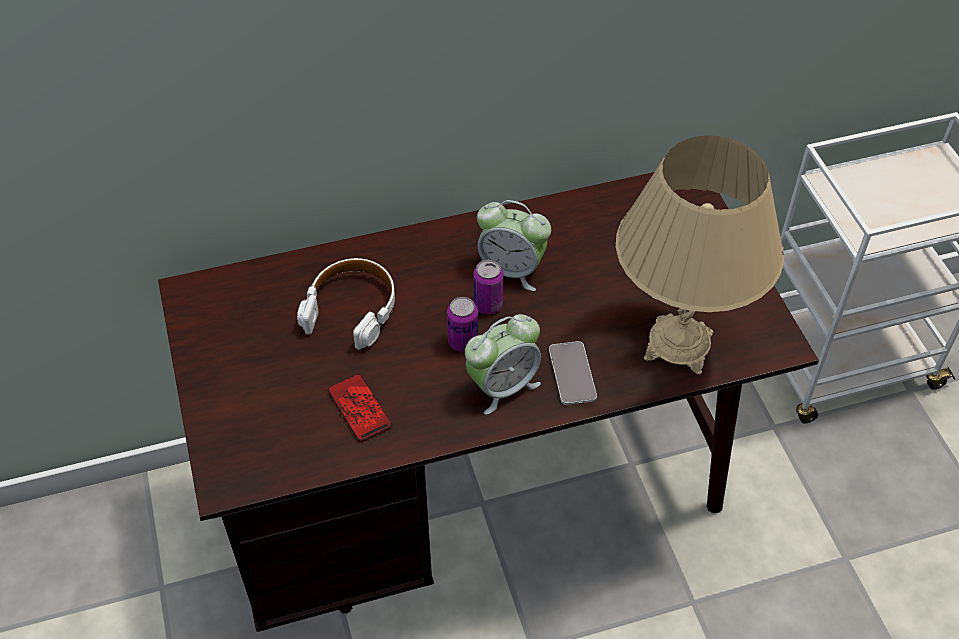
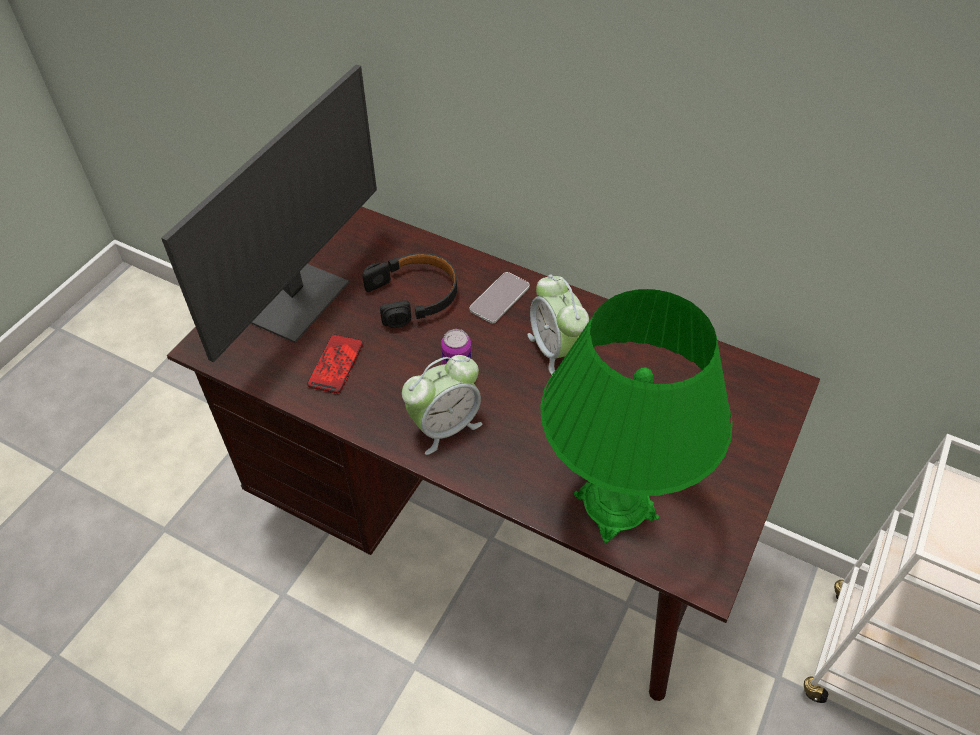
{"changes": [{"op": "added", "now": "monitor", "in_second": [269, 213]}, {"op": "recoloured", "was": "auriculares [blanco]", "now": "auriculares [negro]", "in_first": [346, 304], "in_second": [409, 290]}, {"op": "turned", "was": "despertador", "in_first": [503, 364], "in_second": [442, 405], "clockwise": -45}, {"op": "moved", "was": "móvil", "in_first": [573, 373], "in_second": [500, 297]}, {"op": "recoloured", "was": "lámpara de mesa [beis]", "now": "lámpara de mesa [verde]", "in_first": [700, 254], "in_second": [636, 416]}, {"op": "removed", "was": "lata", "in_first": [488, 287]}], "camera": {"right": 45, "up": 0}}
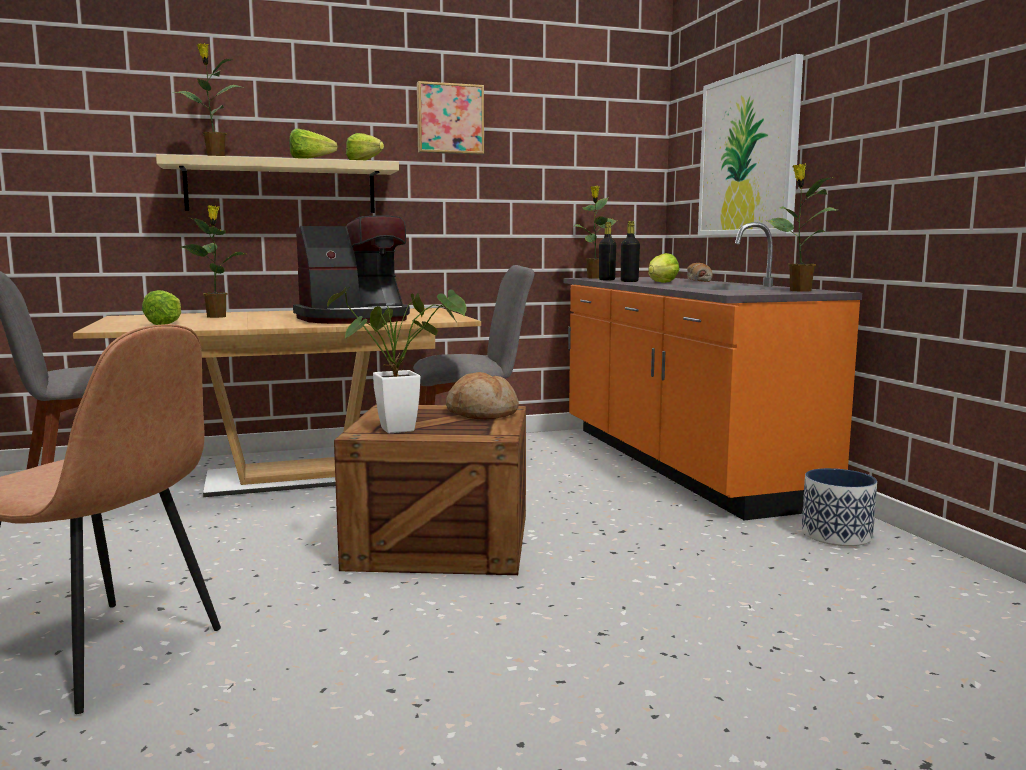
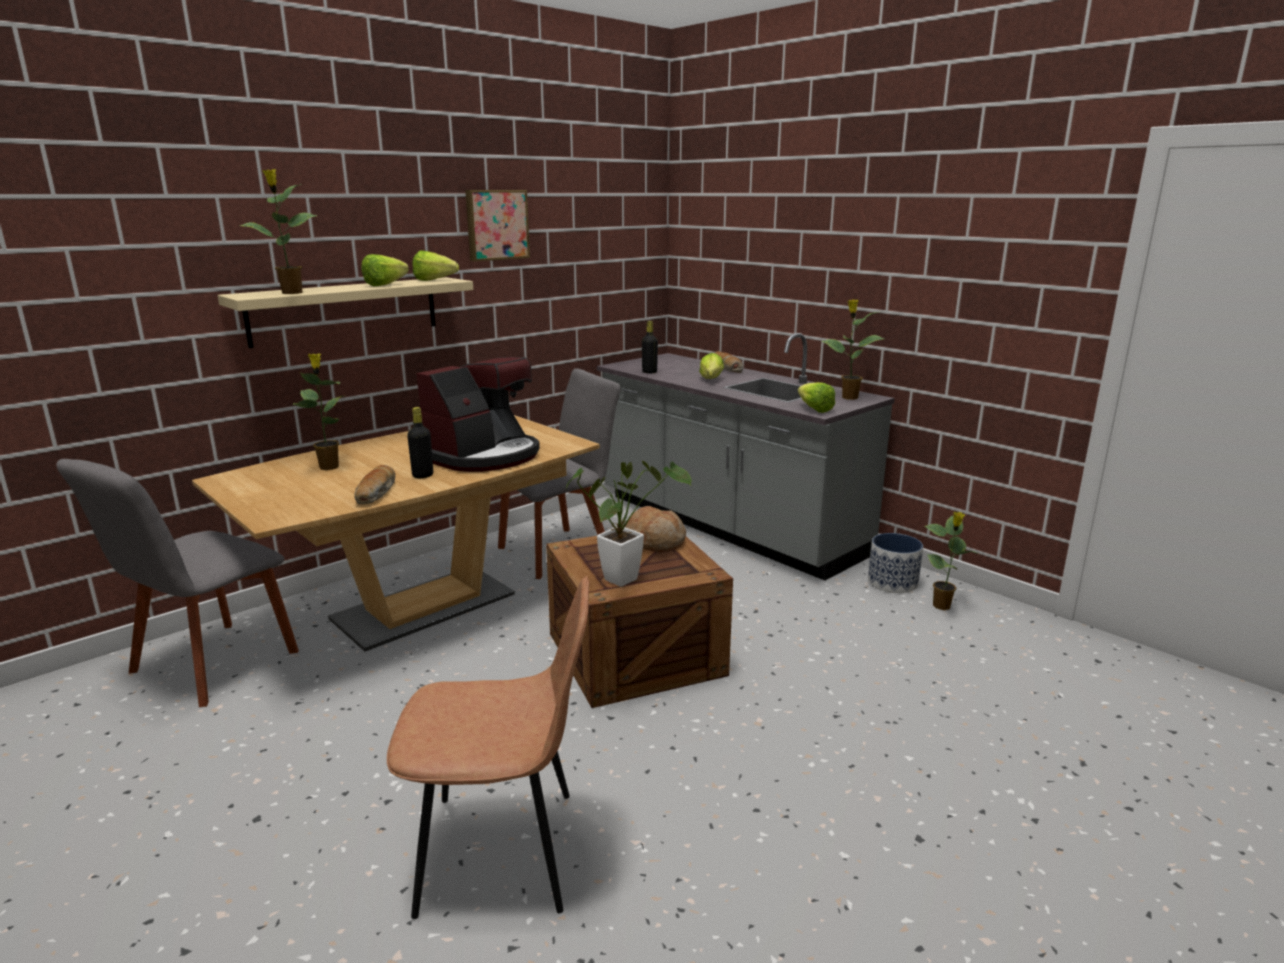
{"changes": [{"op": "added", "now": "pan", "in_second": [374, 484]}, {"op": "moved", "was": "botella [negro]", "in_first": [630, 251], "in_second": [420, 442]}, {"op": "recoloured", "was": "mueble bajo de cocina [naranja]", "now": "mueble bajo de cocina [gris]", "in_first": [712, 371], "in_second": [746, 457]}, {"op": "moved", "was": "lechuga", "in_first": [161, 307], "in_second": [816, 397]}, {"op": "moved", "was": "planta en maceta", "in_first": [595, 232], "in_second": [951, 561]}, {"op": "removed", "was": "cuadro", "in_first": [750, 144]}], "camera": {"right": -25, "up": 10}}
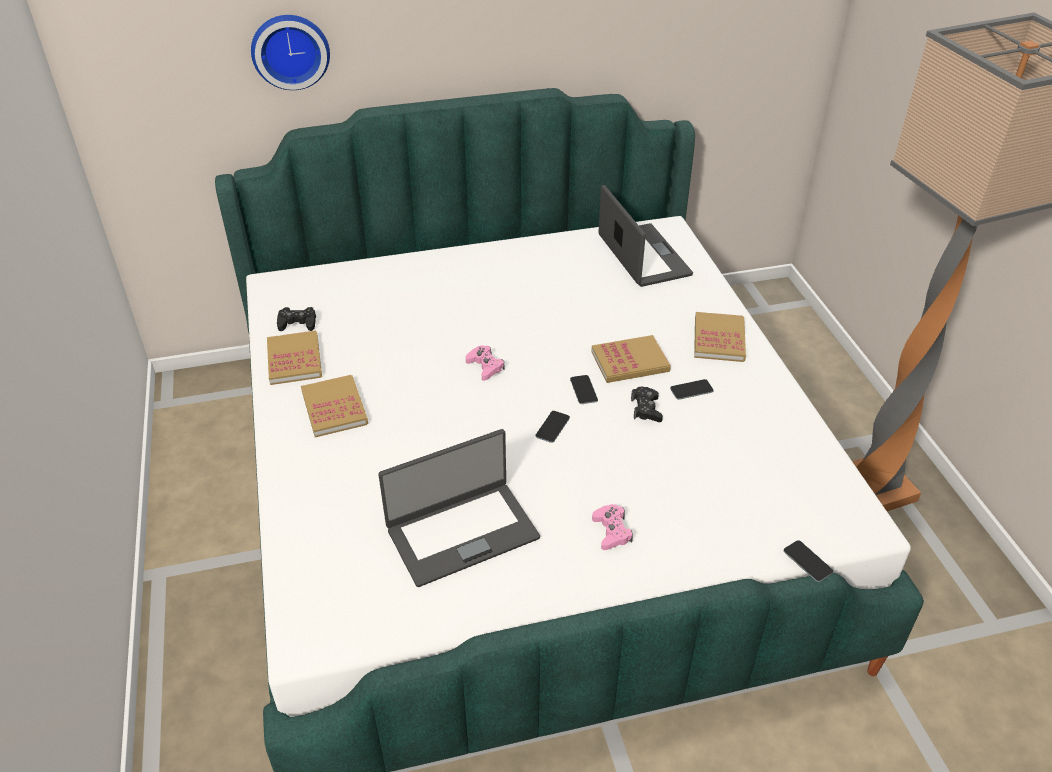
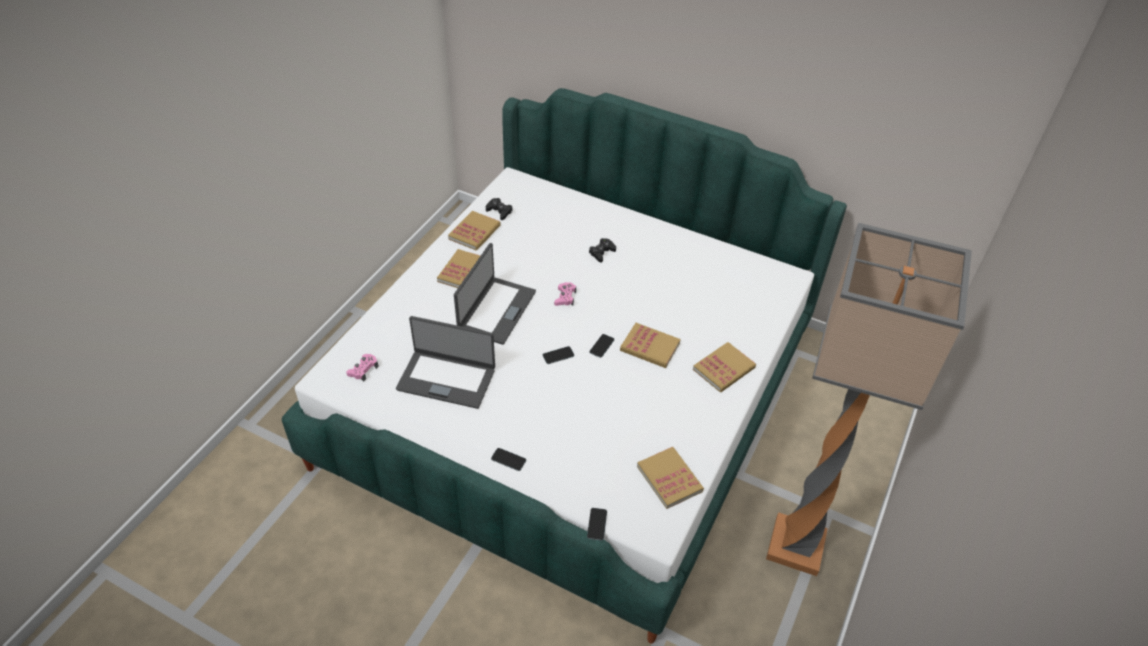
{"changes": [{"op": "moved", "was": "mando de consola [rosa]", "in_first": [612, 527], "in_second": [362, 367]}, {"op": "moved", "was": "portátil", "in_first": [645, 236], "in_second": [495, 294]}, {"op": "moved", "was": "móvil", "in_first": [692, 389], "in_second": [508, 459]}, {"op": "moved", "was": "mando de consola [negro]", "in_first": [647, 404], "in_second": [602, 250]}, {"op": "added", "now": "libro", "in_second": [670, 478]}, {"op": "removed", "was": "reloj de pared", "in_first": [290, 52]}], "camera": {"right": 40, "up": 5}}
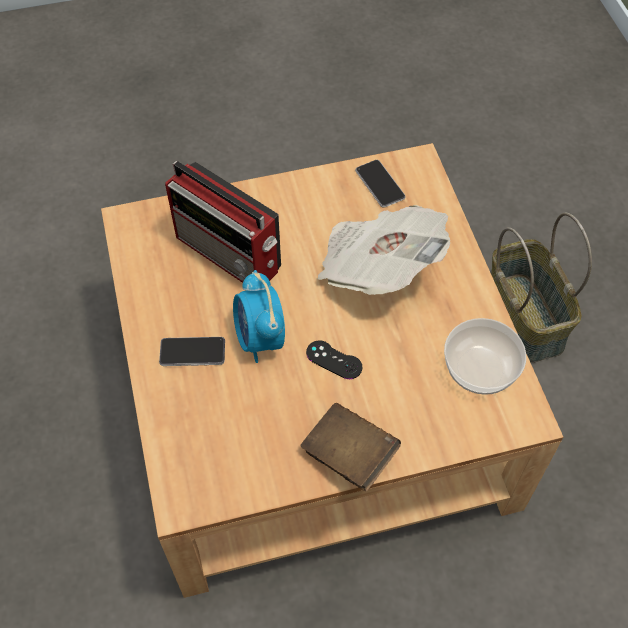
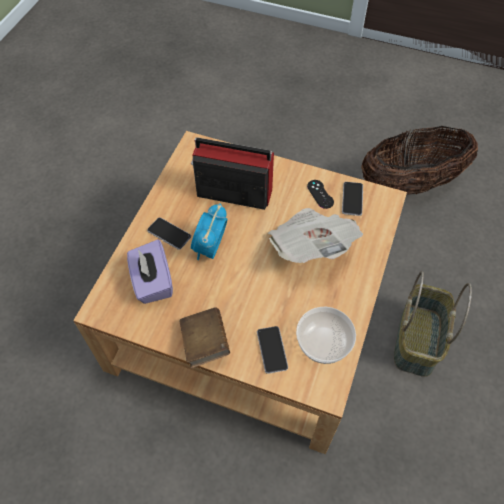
{"changes": [{"op": "added", "now": "caja de pañuelos [morado]", "in_second": [150, 272]}, {"op": "turned", "was": "radio", "in_first": [223, 222], "in_second": [232, 173], "clockwise": 120}, {"op": "added", "now": "móvil", "in_second": [272, 350]}, {"op": "moved", "was": "mando de consola [negro]", "in_first": [334, 359], "in_second": [320, 194]}, {"op": "added", "now": "cesta", "in_second": [419, 160]}], "camera": {"right": 35, "up": 0}}
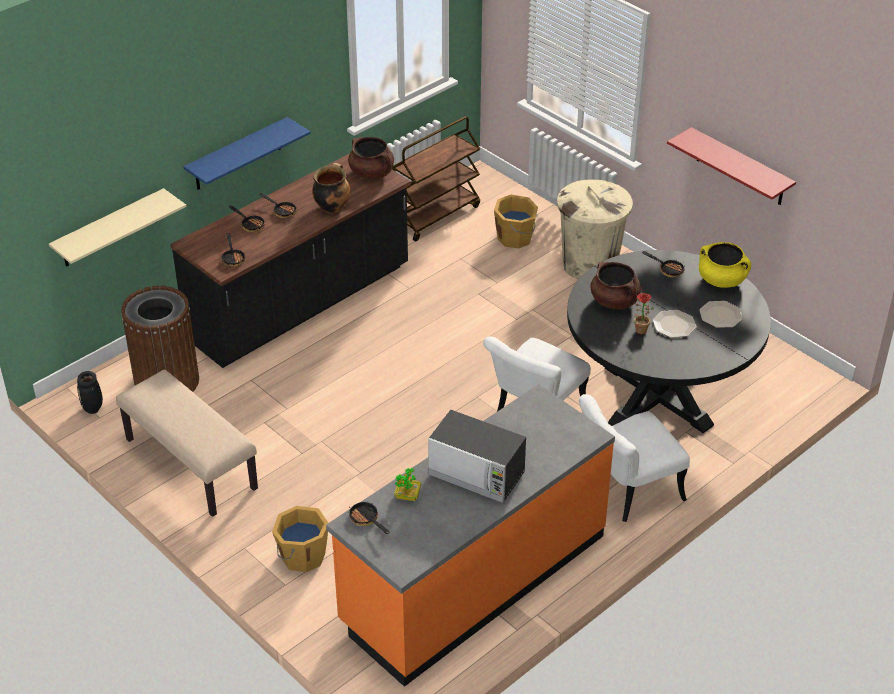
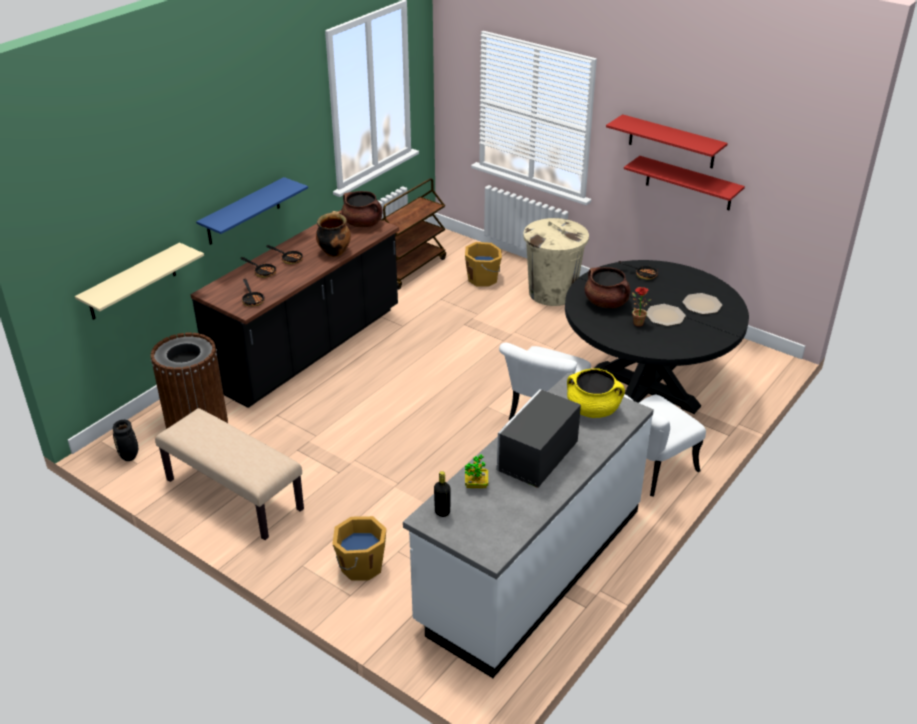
{"changes": [{"op": "recoloured", "was": "mueble bajo de cocina [naranja]", "now": "mueble bajo de cocina [blanco]", "in_first": [470, 535], "in_second": [528, 525]}, {"op": "replaced", "was": "sartén", "now": "botella [negro]", "in_first": [369, 518], "in_second": [442, 494]}, {"op": "turned", "was": "microondas", "in_first": [477, 456], "in_second": [538, 438], "clockwise": 105}, {"op": "moved", "was": "olla [amarillo]", "in_first": [725, 265], "in_second": [596, 393]}, {"op": "added", "now": "estante [rojo]", "in_second": [667, 141]}], "camera": {"right": -10, "up": -5}}
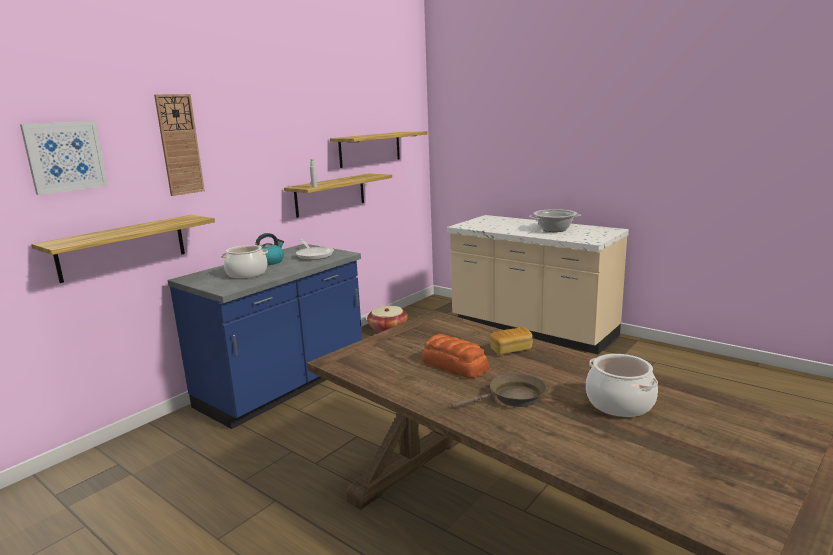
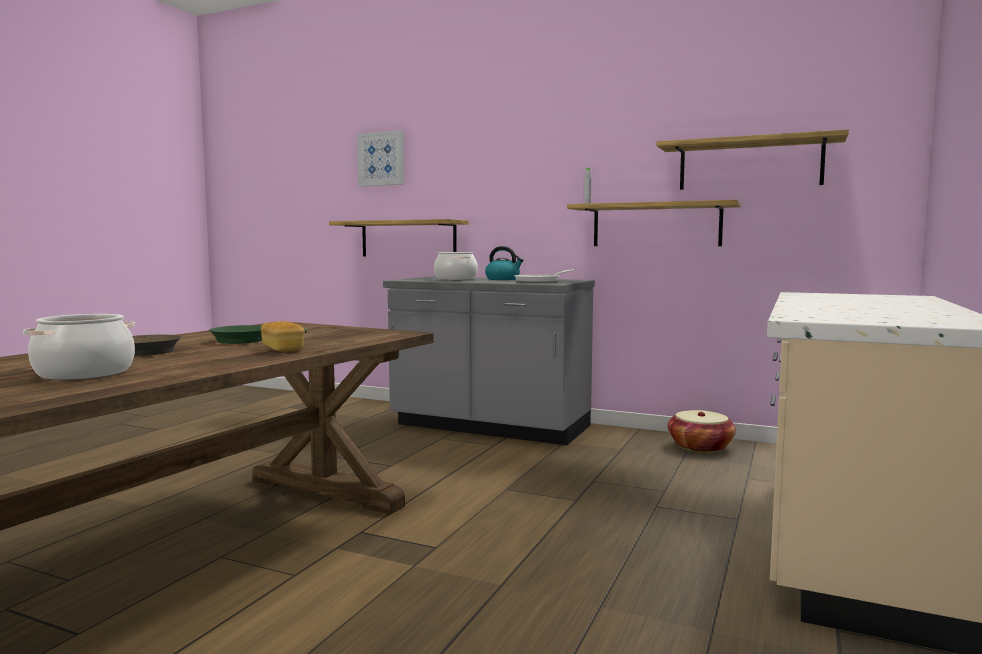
{"changes": [{"op": "replaced", "was": "pan", "now": "sartén [verde]", "in_first": [455, 356], "in_second": [258, 334]}, {"op": "recoloured", "was": "mueble bajo de cocina [azul]", "now": "mueble bajo de cocina [gris]", "in_first": [264, 336], "in_second": [489, 361]}, {"op": "removed", "was": "reloj de pared", "in_first": [179, 145]}, {"op": "removed", "was": "olla", "in_first": [555, 220]}], "camera": {"right": 75, "up": -10}}
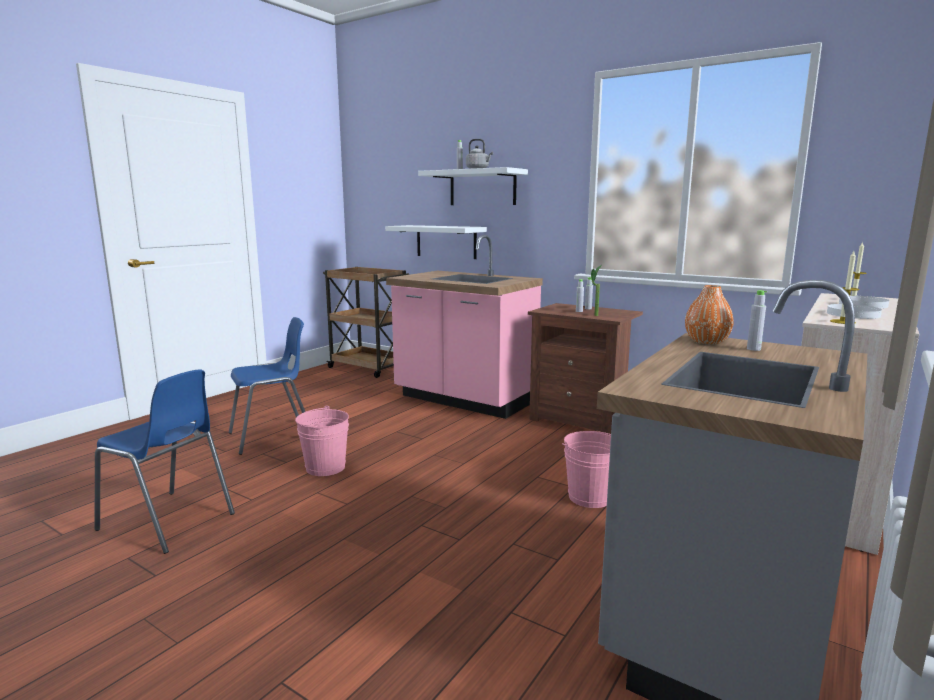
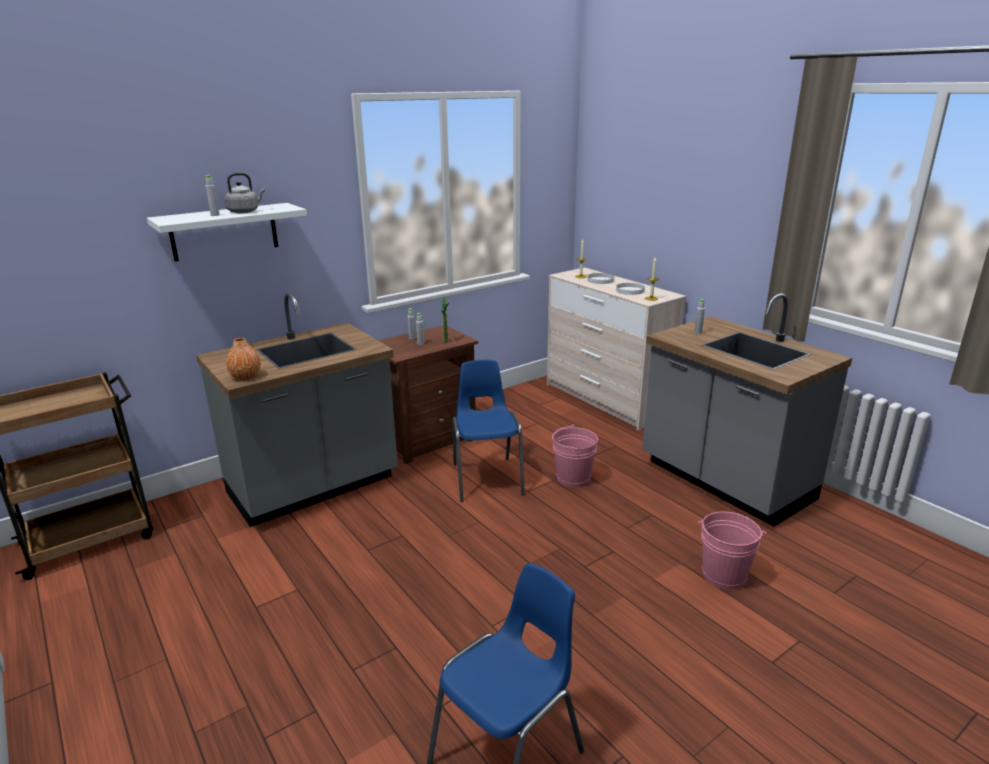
{"changes": [{"op": "recoloured", "was": "mueble bajo de cocina [rosa]", "now": "mueble bajo de cocina [gris]", "in_first": [464, 327], "in_second": [297, 410]}, {"op": "moved", "was": "florero [naranja]", "in_first": [709, 314], "in_second": [243, 359]}, {"op": "moved", "was": "silla [azul]", "in_first": [267, 386], "in_second": [489, 431]}, {"op": "moved", "was": "cubo [rosa]", "in_first": [322, 440], "in_second": [732, 551]}, {"op": "removed", "was": "estante [blanco]", "in_first": [436, 242]}], "camera": {"right": -70, "up": 10}}
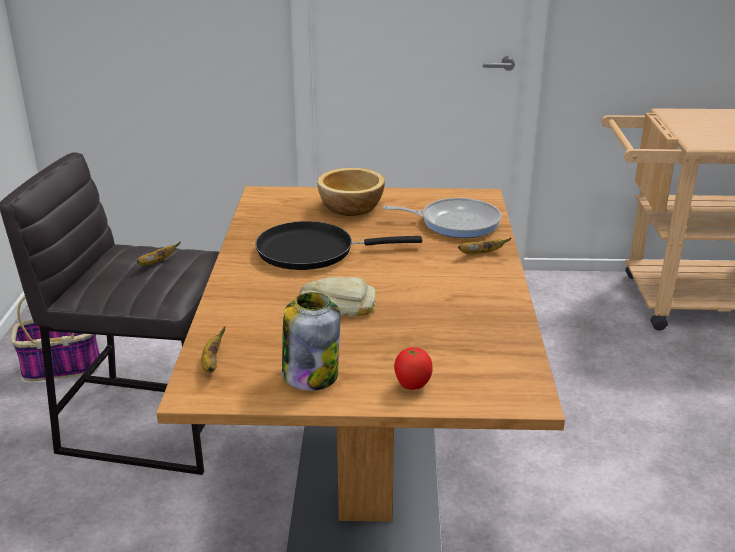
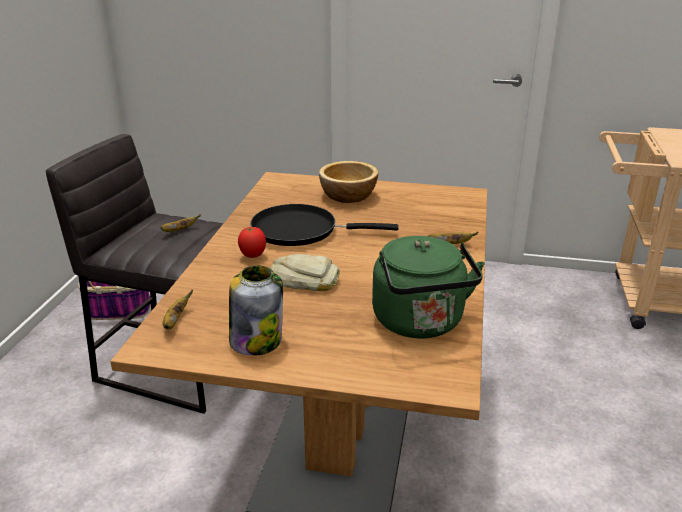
{"changes": [{"op": "moved", "was": "tomate", "in_first": [413, 368], "in_second": [252, 242]}, {"op": "added", "now": "hervidor [verde]", "in_second": [428, 287]}, {"op": "removed", "was": "sartén", "in_first": [442, 218]}], "camera": {"right": 10, "up": 0}}
